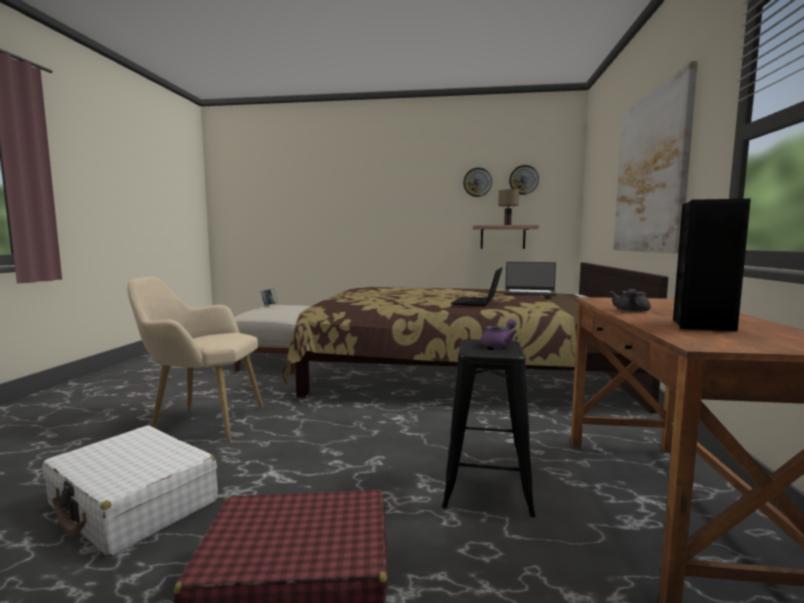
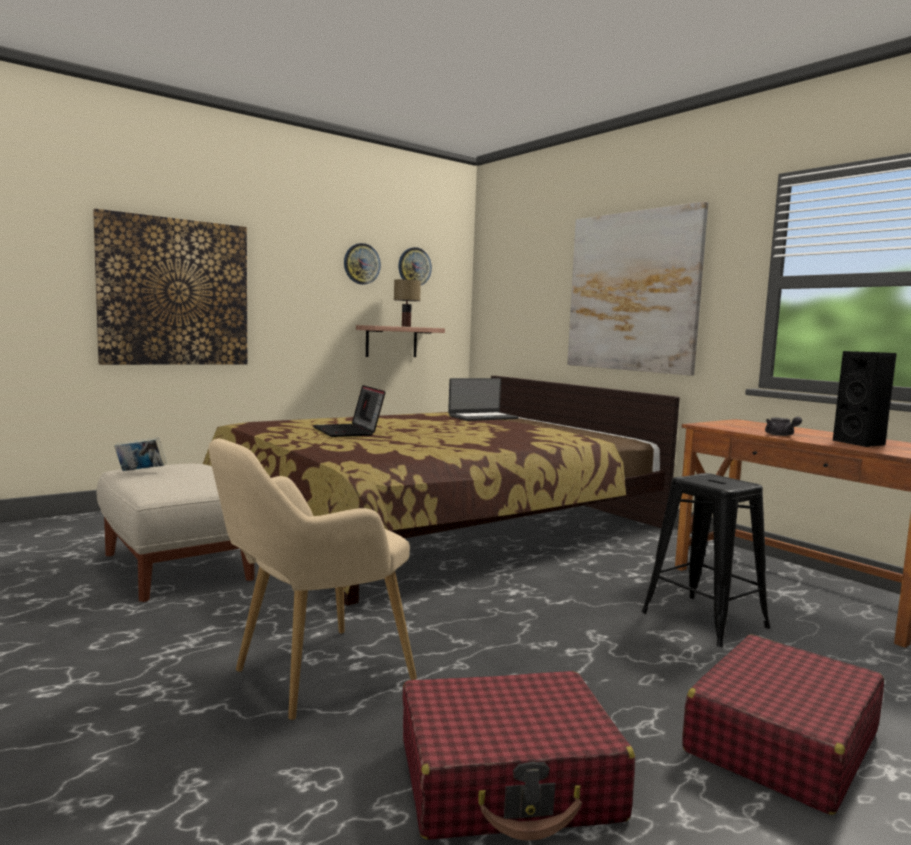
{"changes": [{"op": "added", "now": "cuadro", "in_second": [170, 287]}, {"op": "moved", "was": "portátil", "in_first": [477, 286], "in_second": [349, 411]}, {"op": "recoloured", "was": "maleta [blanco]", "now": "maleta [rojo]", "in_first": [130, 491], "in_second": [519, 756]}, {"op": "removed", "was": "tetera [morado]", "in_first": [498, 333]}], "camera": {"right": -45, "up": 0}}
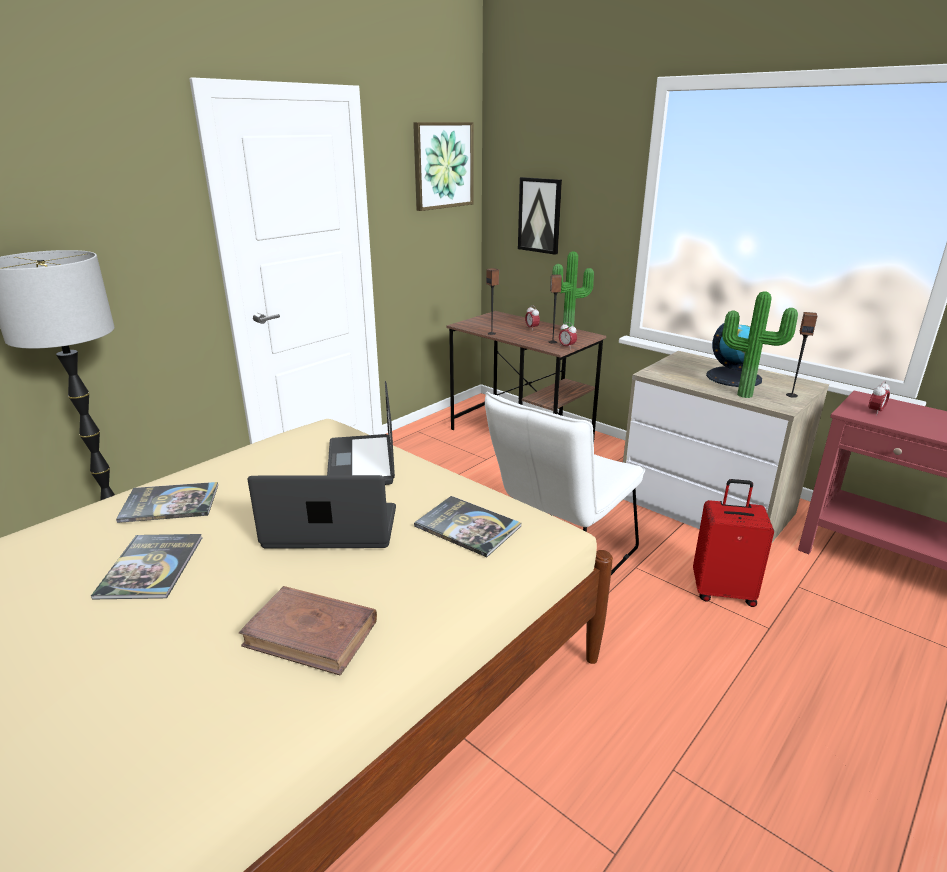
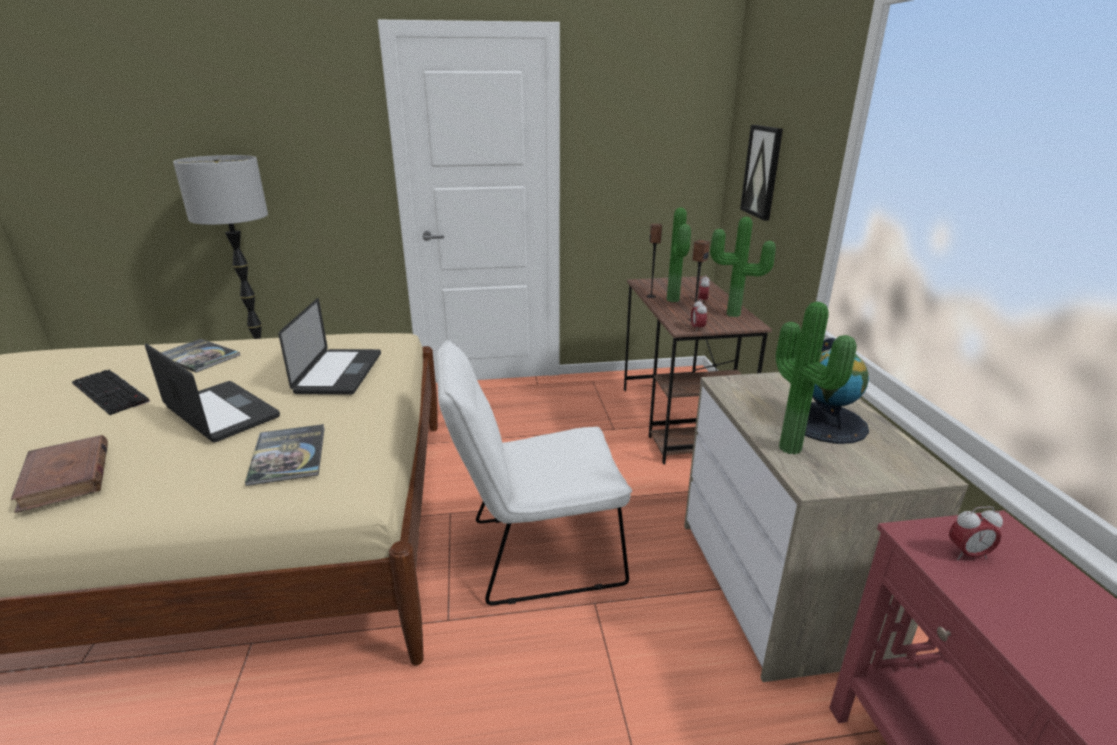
{"changes": [{"op": "replaced", "was": "libro", "now": "teclado", "in_first": [146, 567], "in_second": [111, 392]}, {"op": "turned", "was": "portátil", "in_first": [361, 433], "in_second": [330, 346], "clockwise": 150}, {"op": "added", "now": "planta en maceta", "in_second": [679, 255]}, {"op": "removed", "was": "cuadro", "in_first": [443, 166]}, {"op": "removed", "was": "maleta [rojo]", "in_first": [733, 543]}, {"op": "removed", "was": "altavoz", "in_first": [801, 355]}], "camera": {"right": 40, "up": 0}}
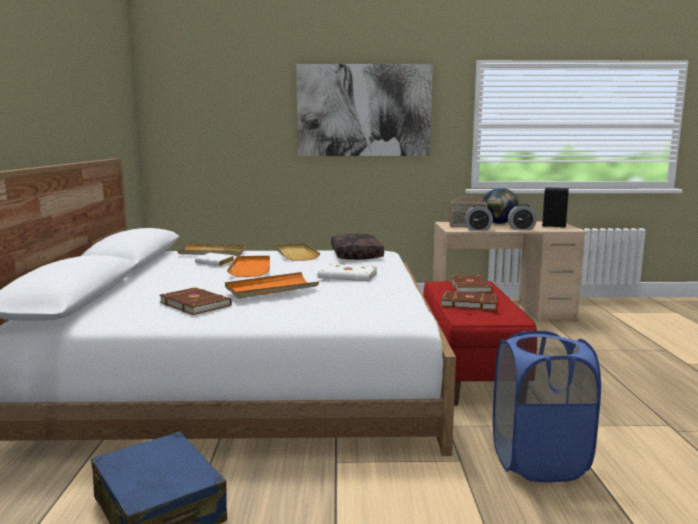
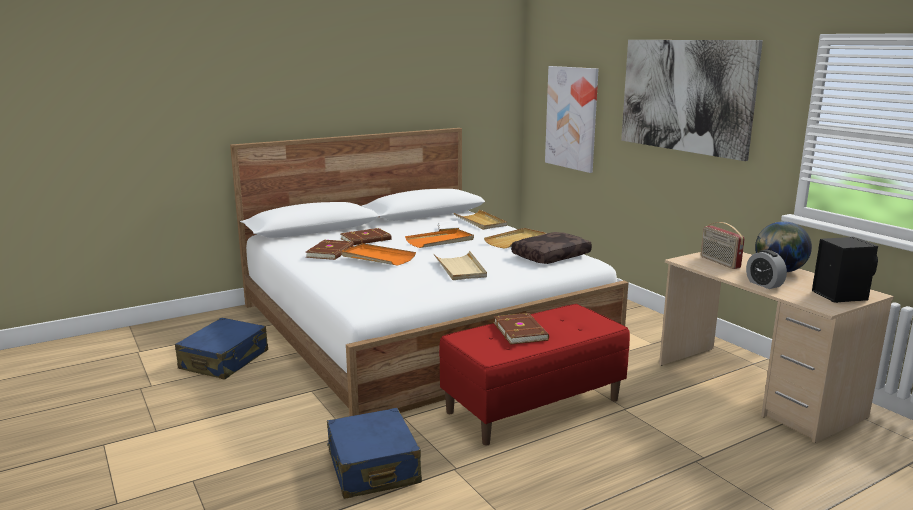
{"changes": [{"op": "replaced", "was": "cesto de la ropa [azul]", "now": "maleta [azul]", "in_first": [547, 406], "in_second": [374, 453]}, {"op": "moved", "was": "libro [marrón]", "in_first": [471, 284], "in_second": [366, 236]}, {"op": "replaced", "was": "libro [blanco]", "now": "bandeja [beis]", "in_first": [347, 272], "in_second": [460, 265]}, {"op": "added", "now": "cuadro", "in_second": [572, 119]}, {"op": "removed", "was": "despertador", "in_first": [478, 217]}], "camera": {"right": 60, "up": 5}}
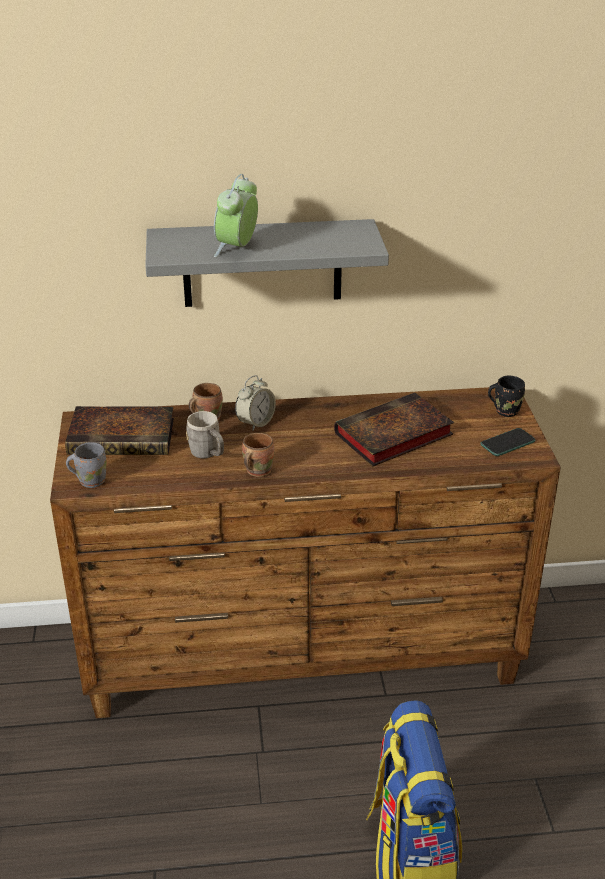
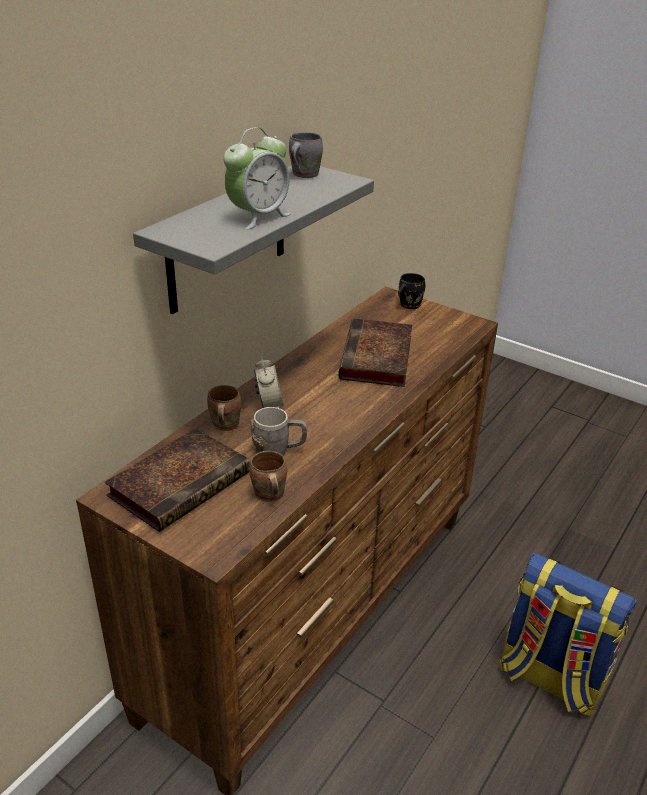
{"changes": [{"op": "turned", "was": "despertador", "in_first": [236, 215], "in_second": [256, 178], "clockwise": -105}, {"op": "moved", "was": "taza grande [marrón]", "in_first": [258, 455], "in_second": [268, 476]}, {"op": "moved", "was": "taza grande [gris]", "in_first": [86, 465], "in_second": [306, 155]}, {"op": "removed", "was": "móvil", "in_first": [507, 442]}], "camera": {"right": -50, "up": 0}}
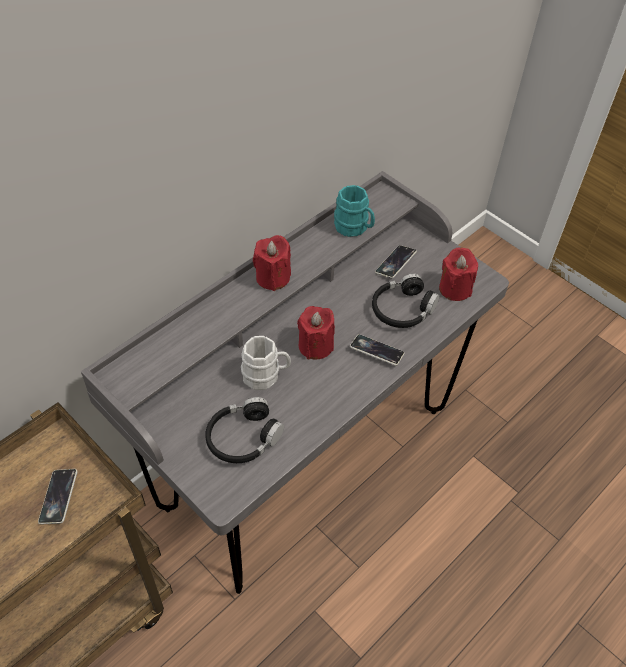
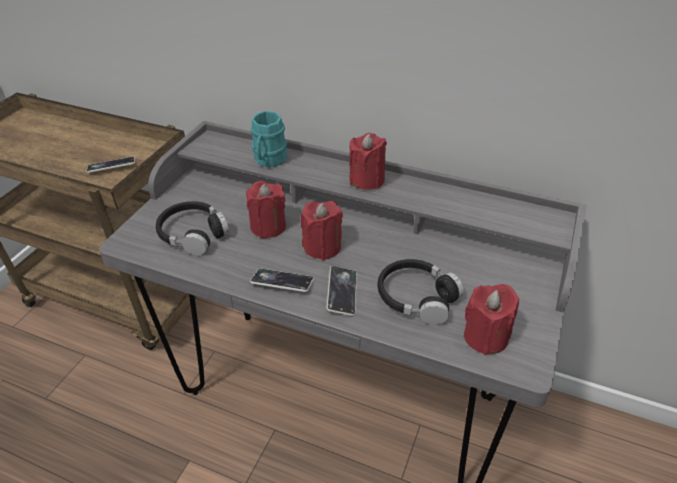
{"changes": [{"op": "replaced", "was": "taza grande [blanco]", "now": "vela [rojo]", "in_first": [266, 363], "in_second": [266, 209]}, {"op": "moved", "was": "móvil", "in_first": [396, 261], "in_second": [282, 280]}, {"op": "moved", "was": "taza grande [turquesa]", "in_first": [354, 211], "in_second": [269, 139]}], "camera": {"right": 70, "up": -10}}
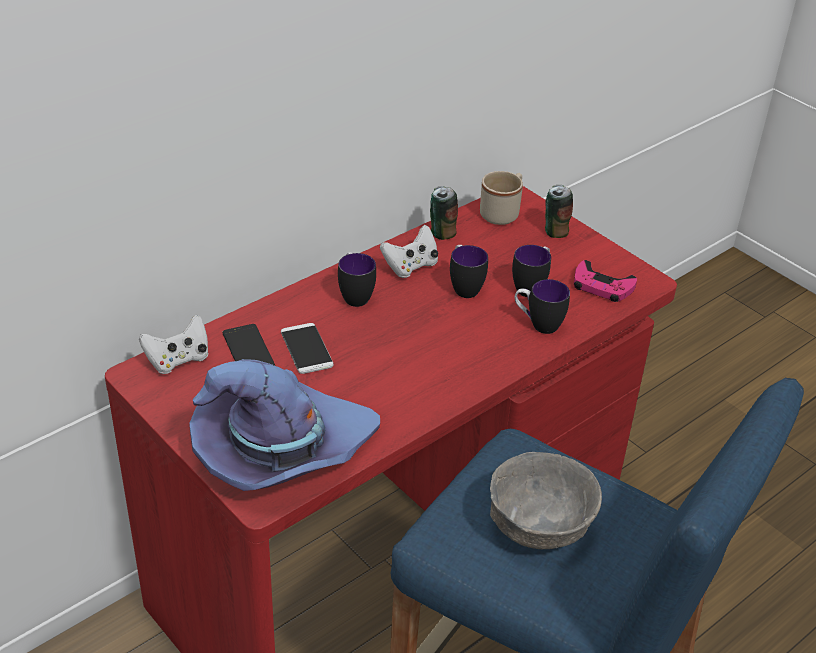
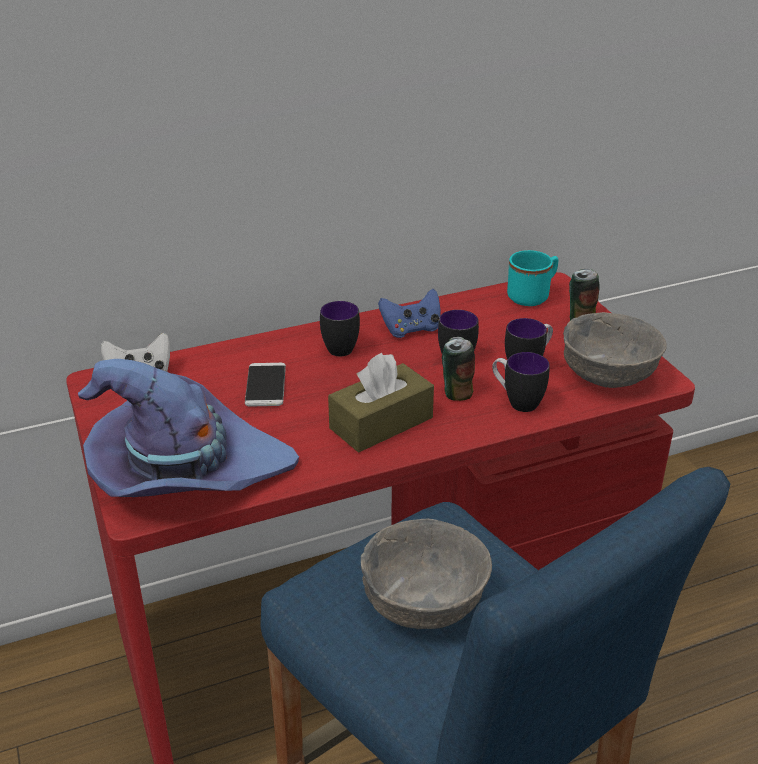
{"changes": [{"op": "added", "now": "caja de pañuelos [marrón]", "in_second": [381, 402]}, {"op": "recoloured", "was": "mando de consola [blanco]", "now": "mando de consola [azul]", "in_first": [409, 251], "in_second": [409, 313]}, {"op": "moved", "was": "lata", "in_first": [444, 213], "in_second": [458, 369]}, {"op": "recoloured", "was": "taza grande [beis]", "now": "taza grande [turquesa]", "in_first": [501, 198], "in_second": [532, 278]}, {"op": "replaced", "was": "mando de consola [rosa]", "now": "cuenco [gris]", "in_first": [605, 281], "in_second": [615, 350]}, {"op": "removed", "was": "móvil", "in_first": [249, 345]}], "camera": {"right": 20, "up": -5}}
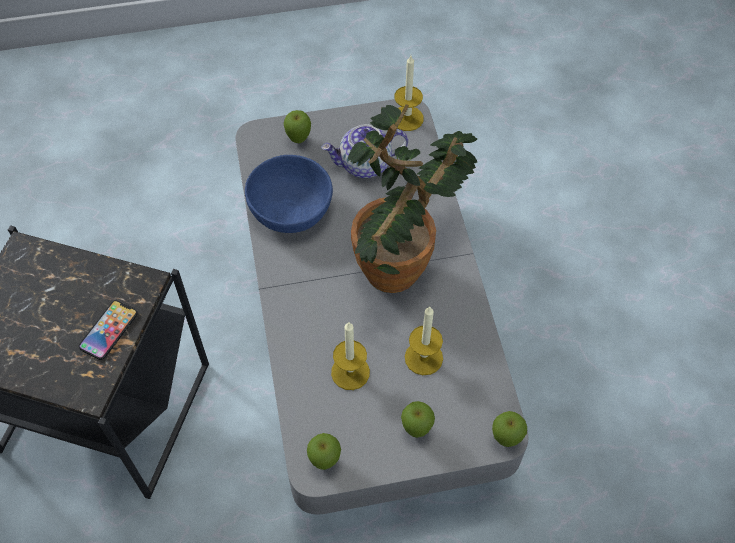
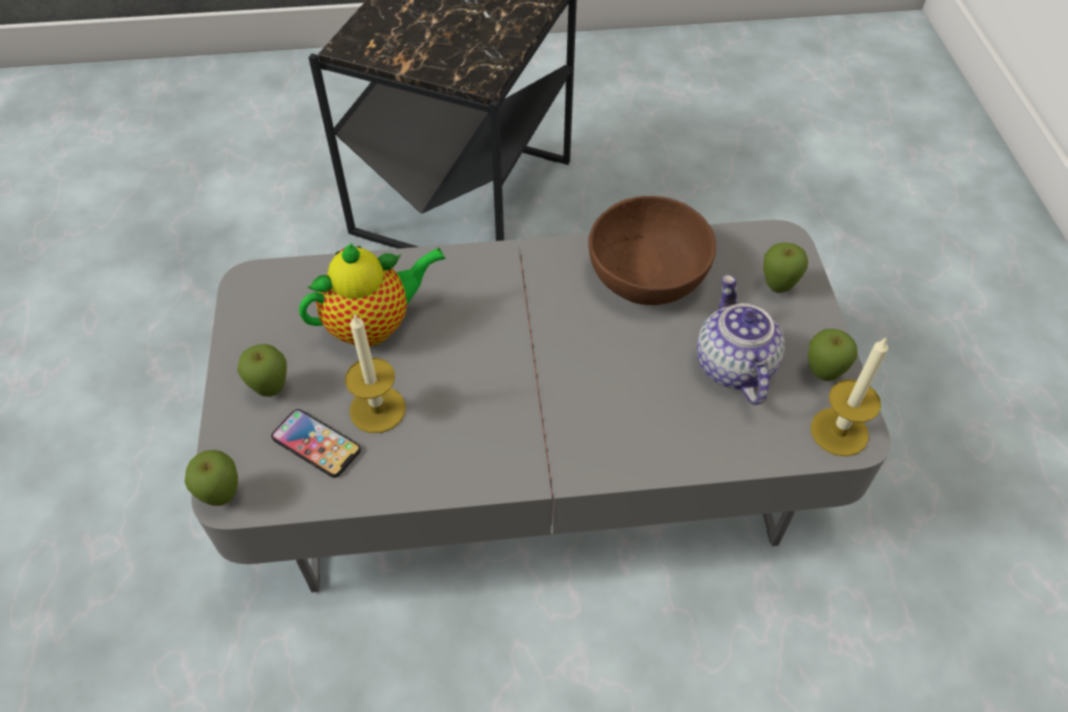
{"changes": [{"op": "moved", "was": "móvil", "in_first": [108, 330], "in_second": [316, 443]}, {"op": "replaced", "was": "vela", "now": "tetera", "in_first": [350, 356], "in_second": [372, 295]}, {"op": "recoloured", "was": "cuenco [azul]", "now": "cuenco [marrón]", "in_first": [289, 194], "in_second": [652, 250]}, {"op": "moved", "was": "manzana", "in_first": [324, 451], "in_second": [832, 355]}, {"op": "removed", "was": "planta en maceta", "in_first": [412, 198]}], "camera": {"right": 95, "up": -5}}
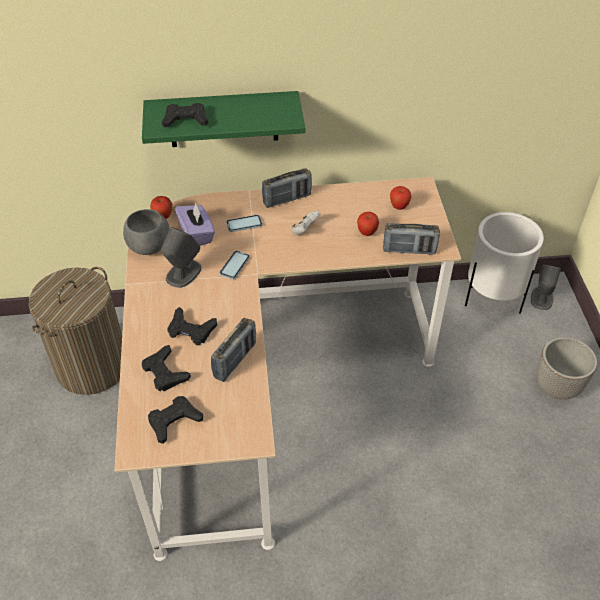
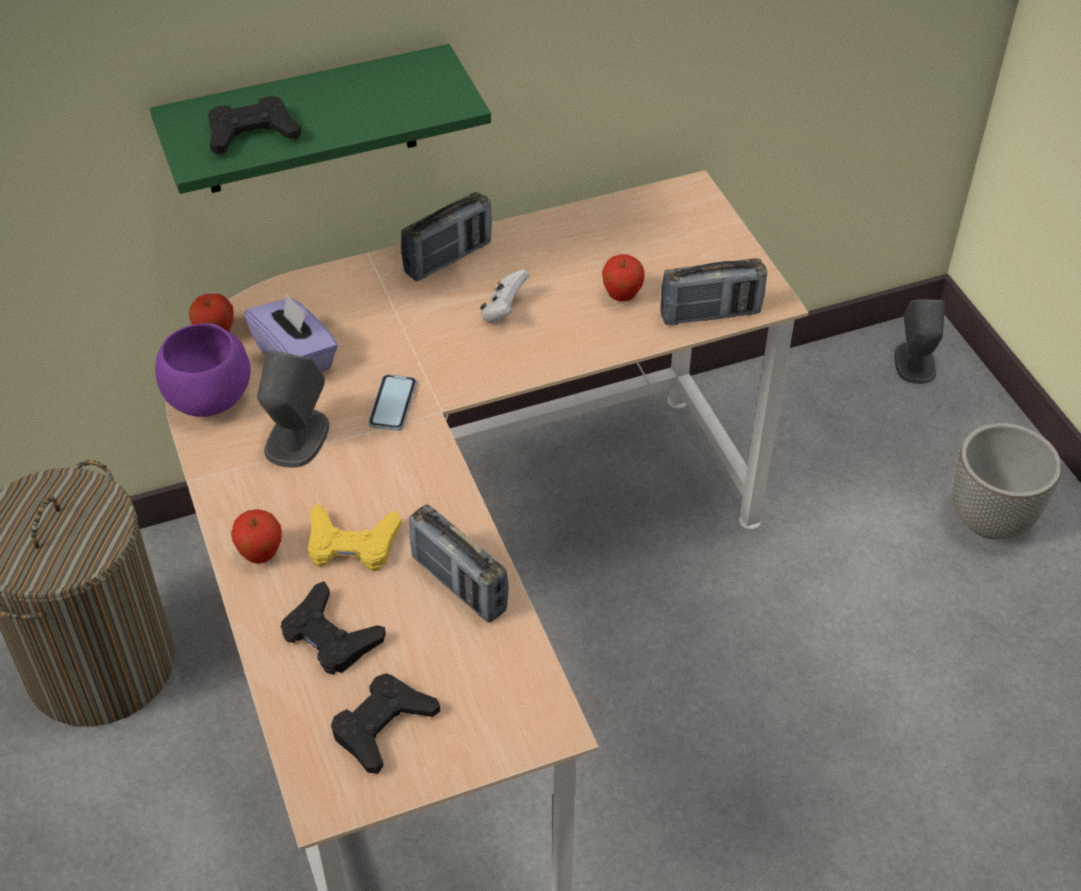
{"changes": [{"op": "recoloured", "was": "cuenco [gris]", "now": "cuenco [morado]", "in_first": [146, 232], "in_second": [202, 370]}, {"op": "moved", "was": "manzana", "in_first": [400, 198], "in_second": [256, 536]}, {"op": "recoloured", "was": "mando de consola [negro]", "now": "mando de consola [amarillo]", "in_first": [192, 326], "in_second": [355, 537]}, {"op": "turned", "was": "radio", "in_first": [233, 350], "in_second": [459, 563], "clockwise": 120}, {"op": "removed", "was": "móvil", "in_first": [244, 223]}, {"op": "removed", "was": "maceta [blanco]", "in_first": [504, 263]}], "camera": {"right": -15, "up": 0}}
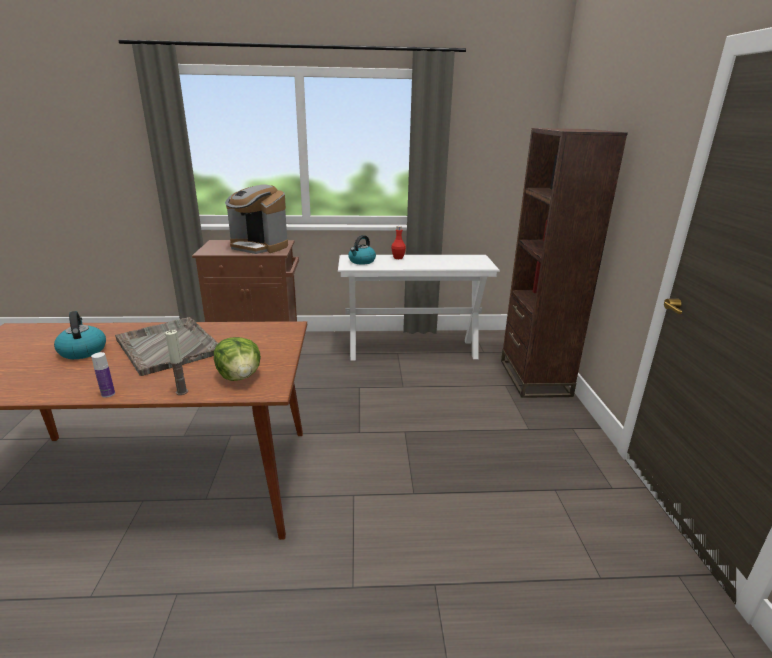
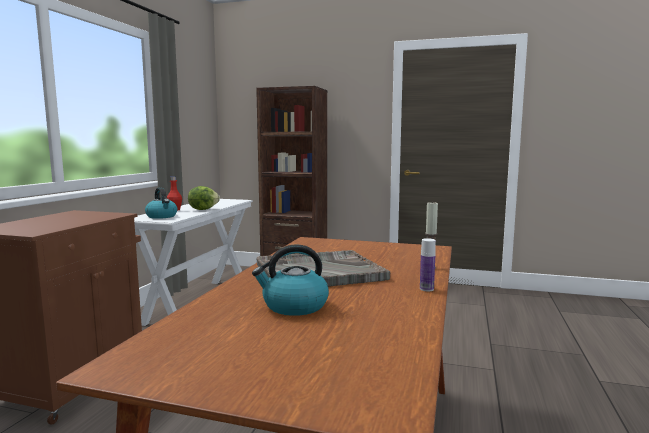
{"changes": [{"op": "moved", "was": "lechuga", "in_first": [237, 359], "in_second": [204, 198]}, {"op": "removed", "was": "cafetera", "in_first": [256, 219]}], "camera": {"right": -70, "up": -15}}
